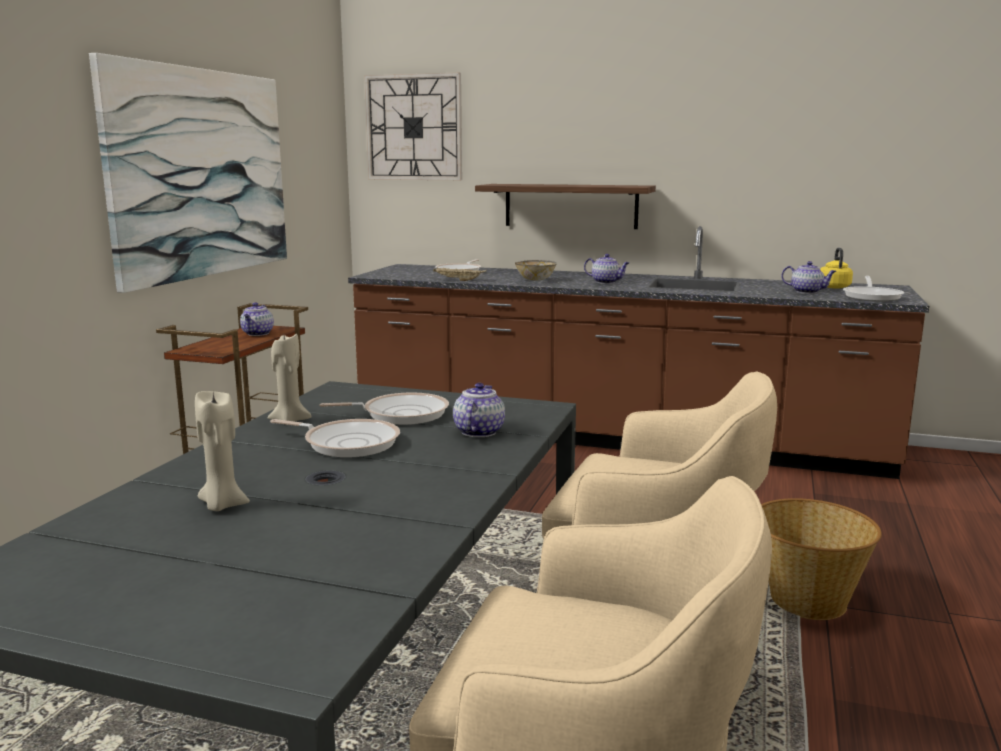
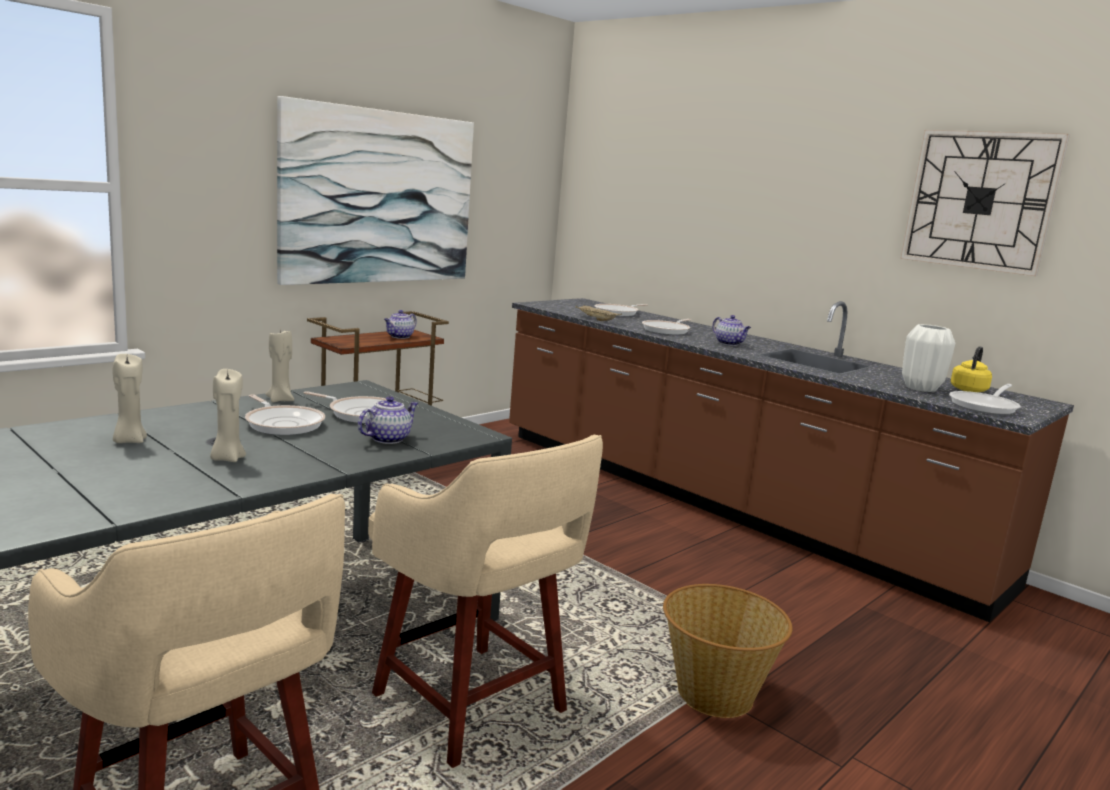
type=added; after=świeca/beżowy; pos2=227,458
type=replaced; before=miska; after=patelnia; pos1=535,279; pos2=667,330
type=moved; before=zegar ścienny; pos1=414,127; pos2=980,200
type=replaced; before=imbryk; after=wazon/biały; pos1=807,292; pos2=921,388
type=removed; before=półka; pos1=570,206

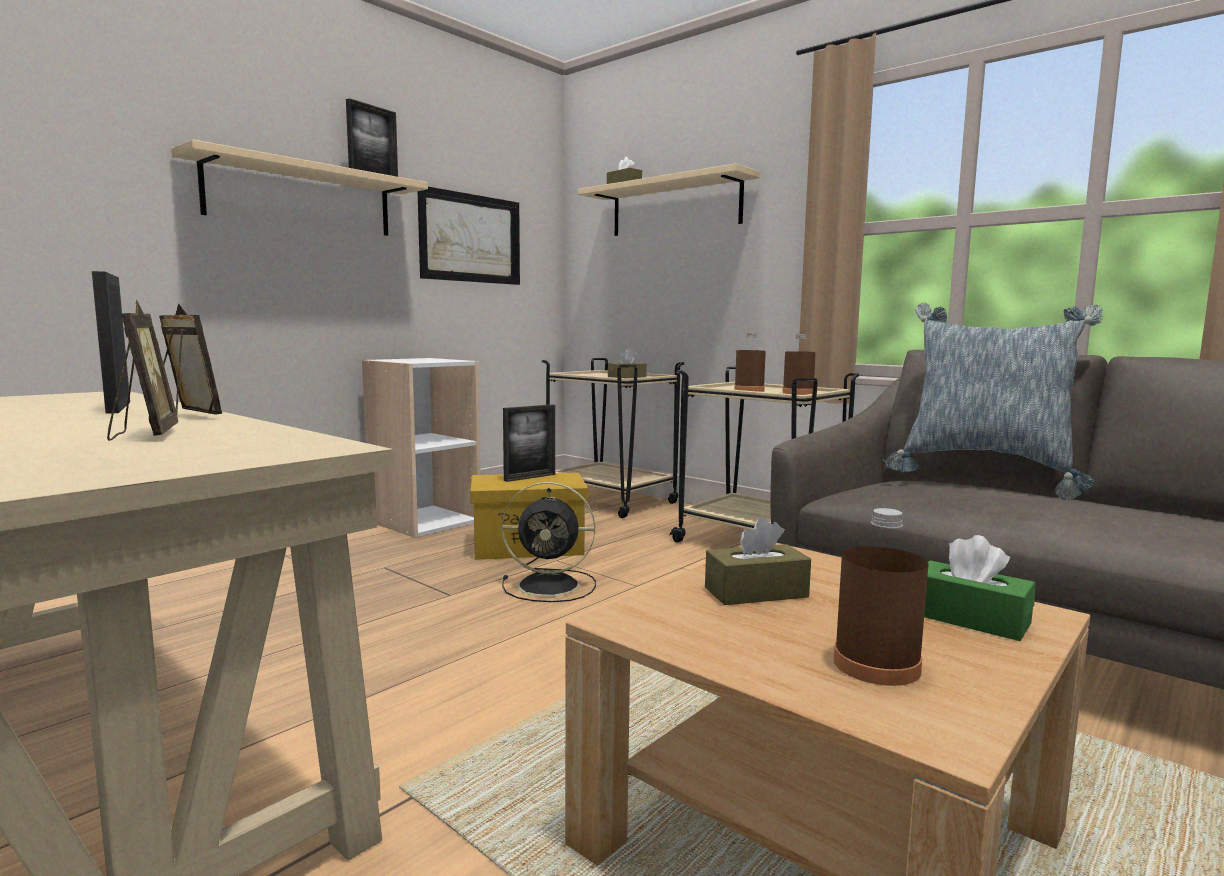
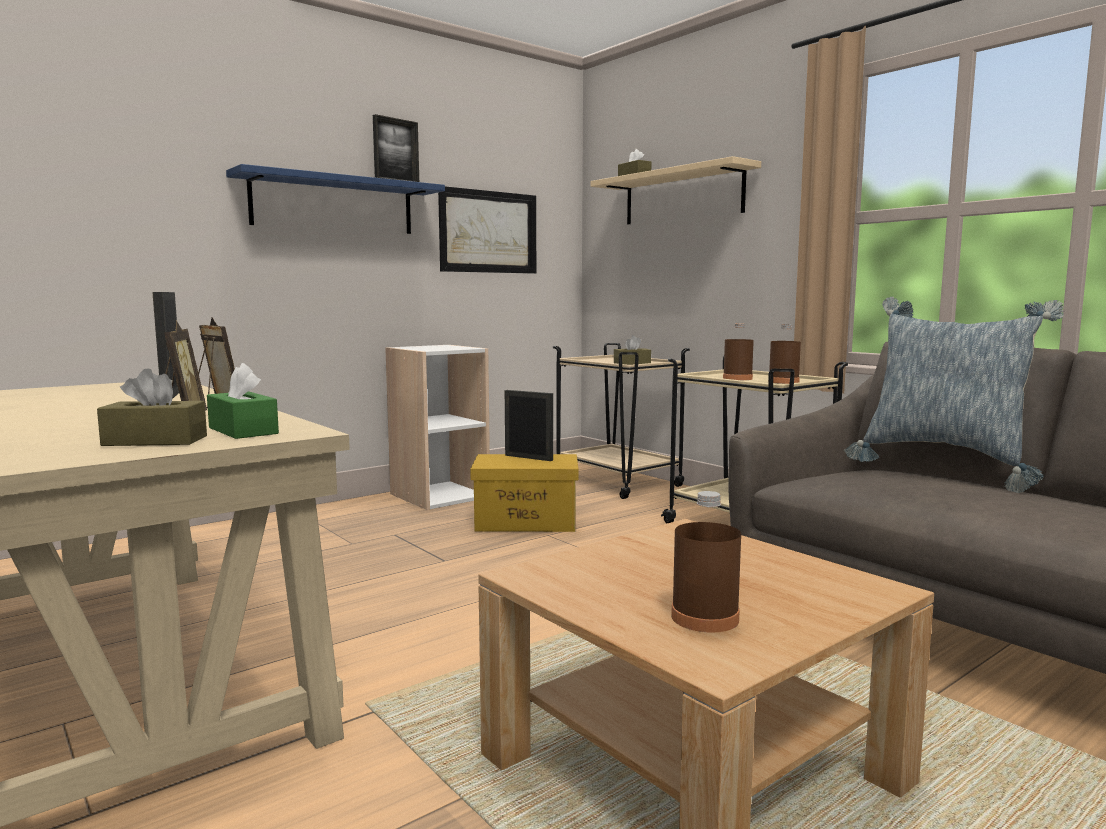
type=moved; before=pudełko chusteczek/brązowy; pos1=756,592; pos2=155,441
type=moved; before=pudełko chusteczek/zielony; pos1=969,619; pos2=243,431
type=recoloured; before=półka/beżowy; after=półka/niebieski; pos1=301,198; pos2=334,205
type=turned; before=ramka na zdjęcie; pos1=530,477; pos2=528,457; turn=-120
type=removed; before=wentylator/czarny; pos1=551,585

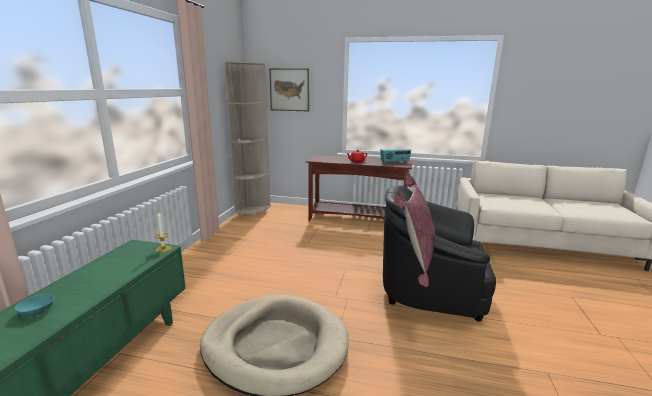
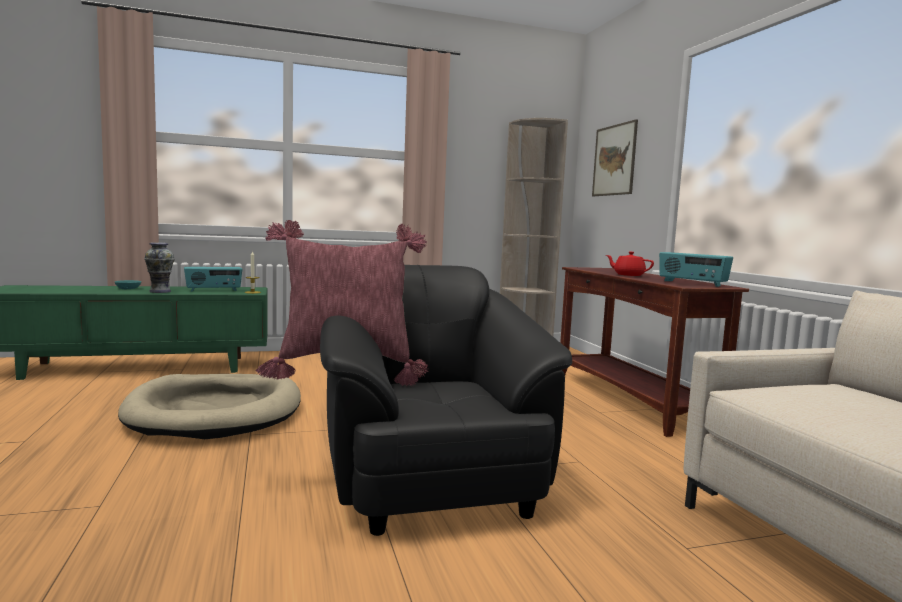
type=added; after=wazon; pos2=159,291
type=added; after=radio; pos2=213,290

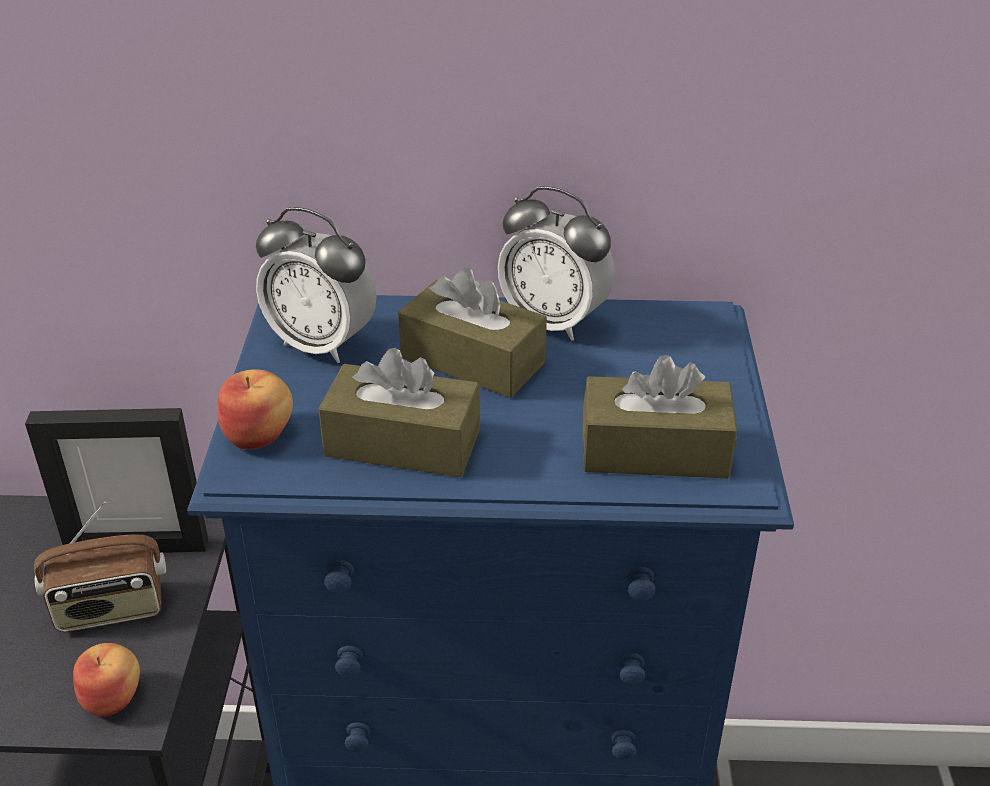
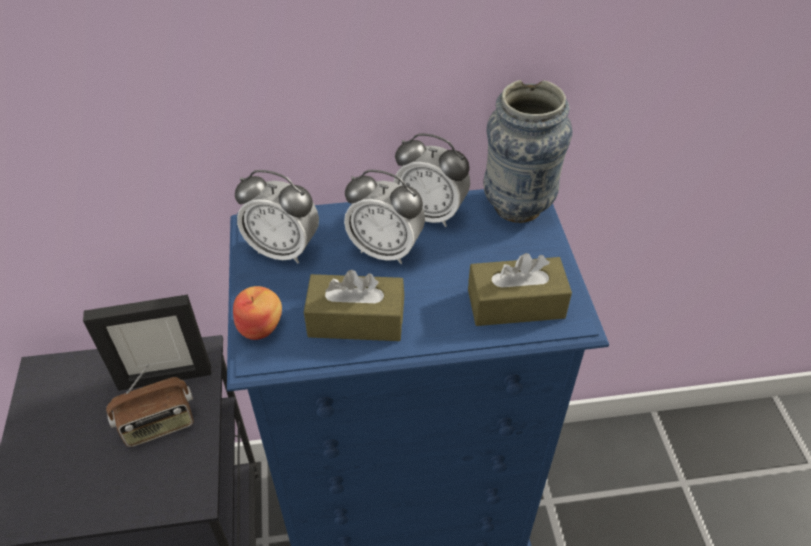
type=replaced; before=pudełko chusteczek/brązowy; after=budzik; pos1=472,360; pos2=385,250
type=added; after=wazon; pos2=517,206
type=removed; before=jabłko; pos1=113,698

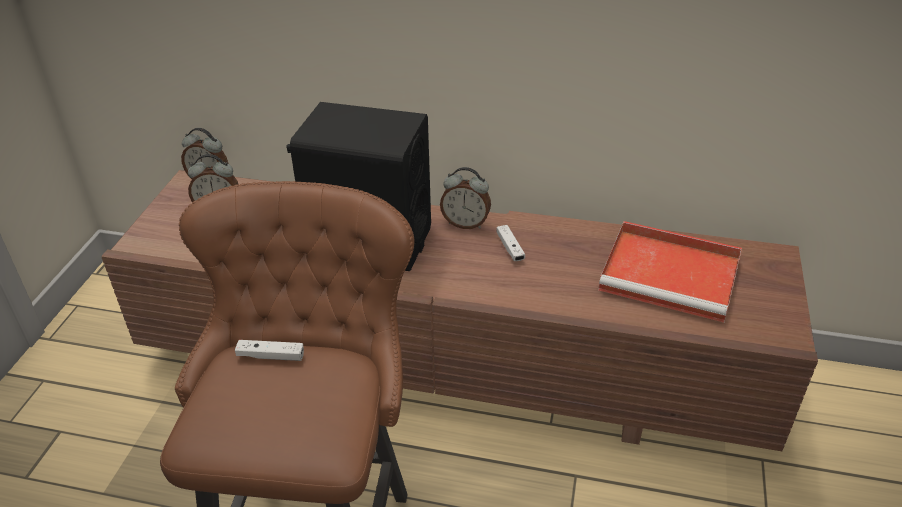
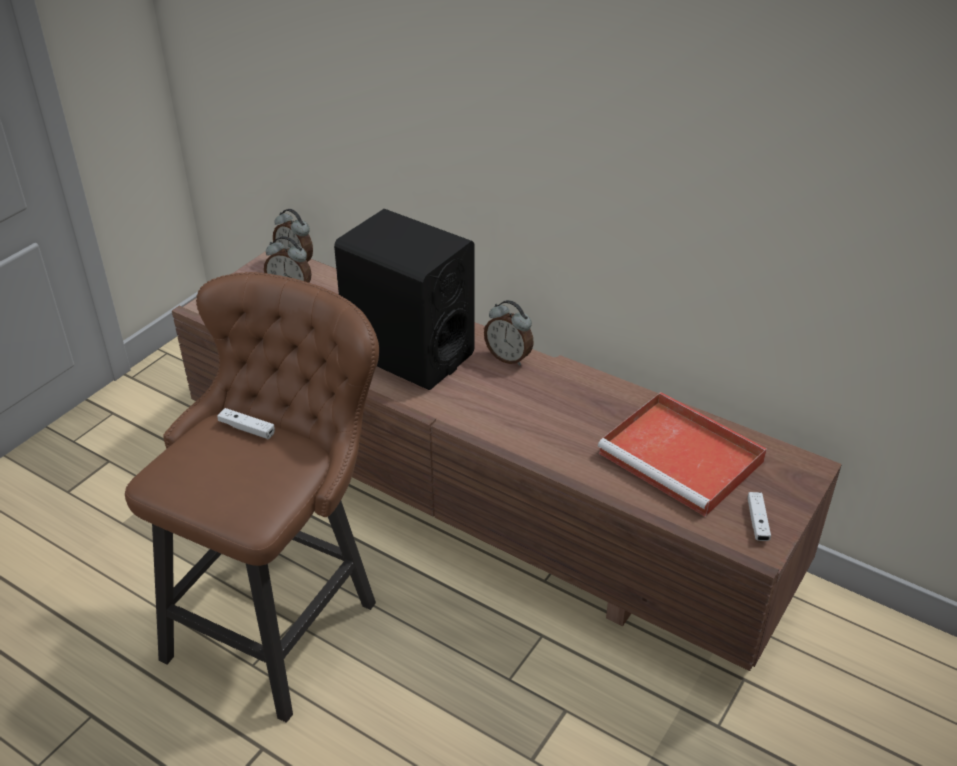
type=moved; before=pad do gier/biały; pos1=510,248; pos2=757,522

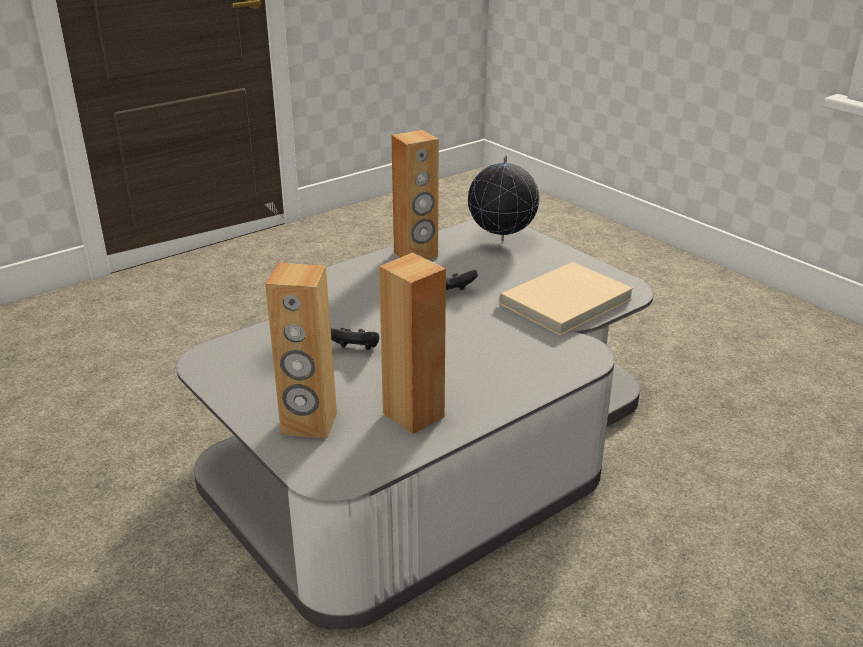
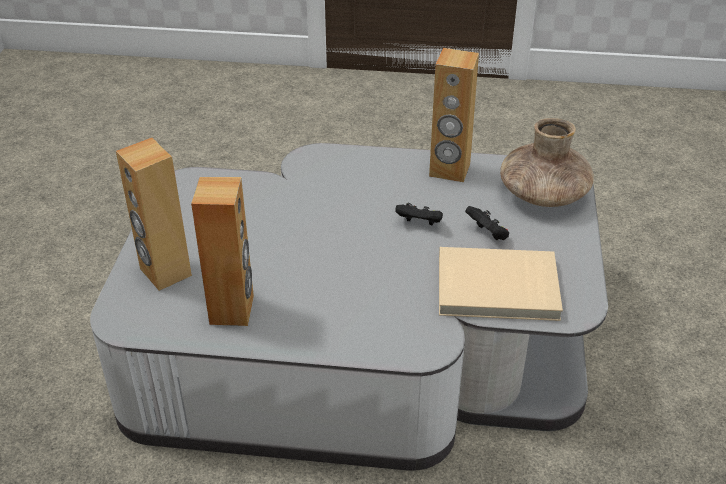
type=moved; before=pad do gier/czarny; pos1=355,349; pos2=487,234
type=replaced; before=globus; after=wazon/brązowy; pos1=501,241; pos2=543,194

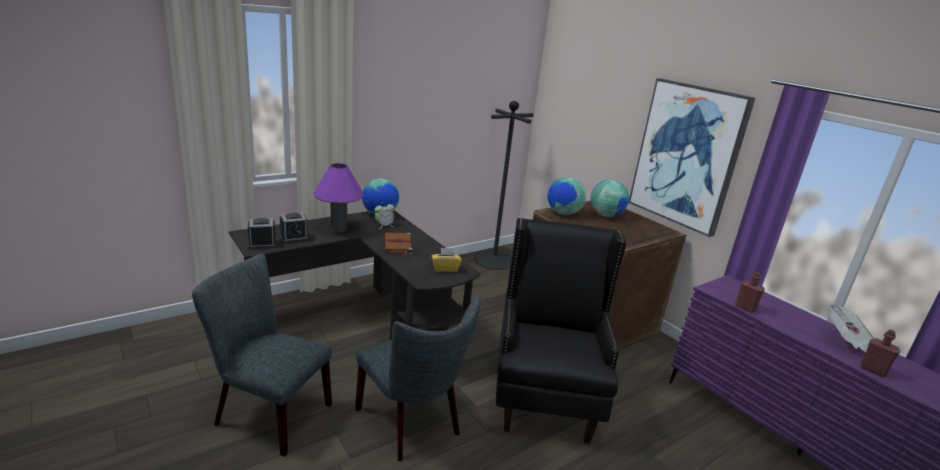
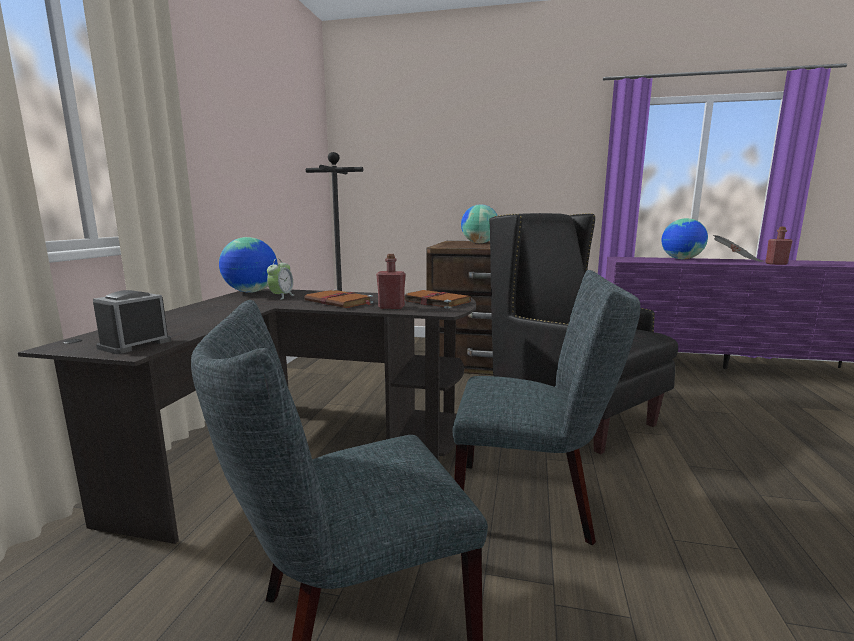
type=moved; before=butelka/czerwony; pos1=745,308; pos2=391,307
type=replaced; before=pudełko chusteczek/żółty; after=książka/brązowy; pos1=445,268; pos2=434,301
type=moved; before=globus; pos1=563,213; pos2=681,259
type=removed; before=budzik; pos1=294,238
type=removed; before=lampa stołowa/fioletowy; pos1=338,229
type=removed; before=obraz; pos1=687,155

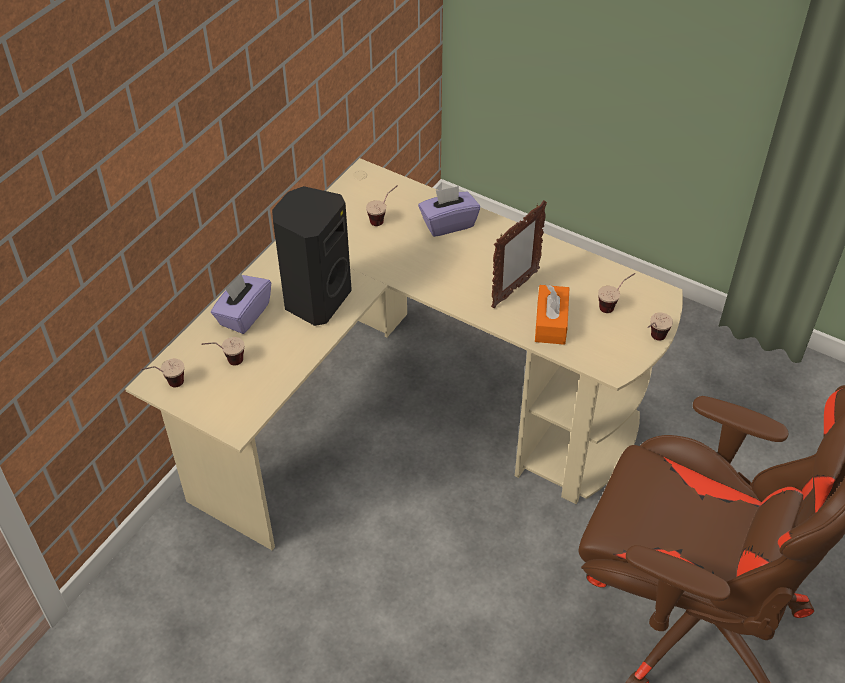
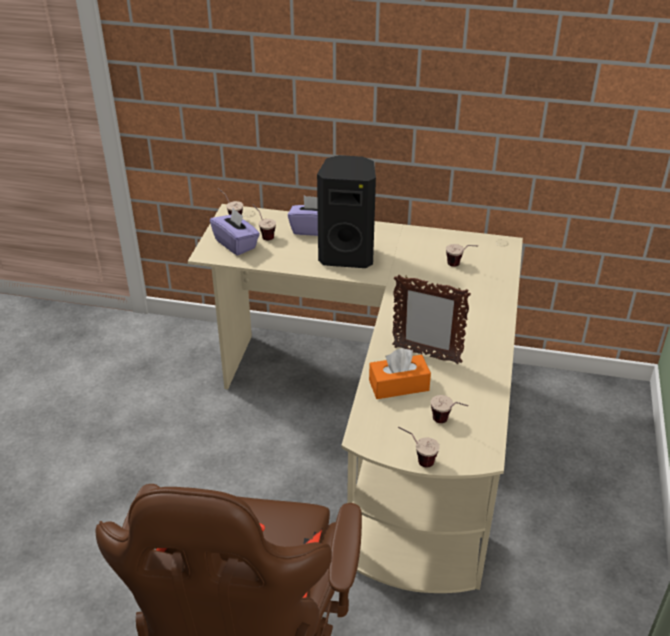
type=moved; before=pudełko chusteczek/fioletowy; pos1=448,223; pos2=236,244

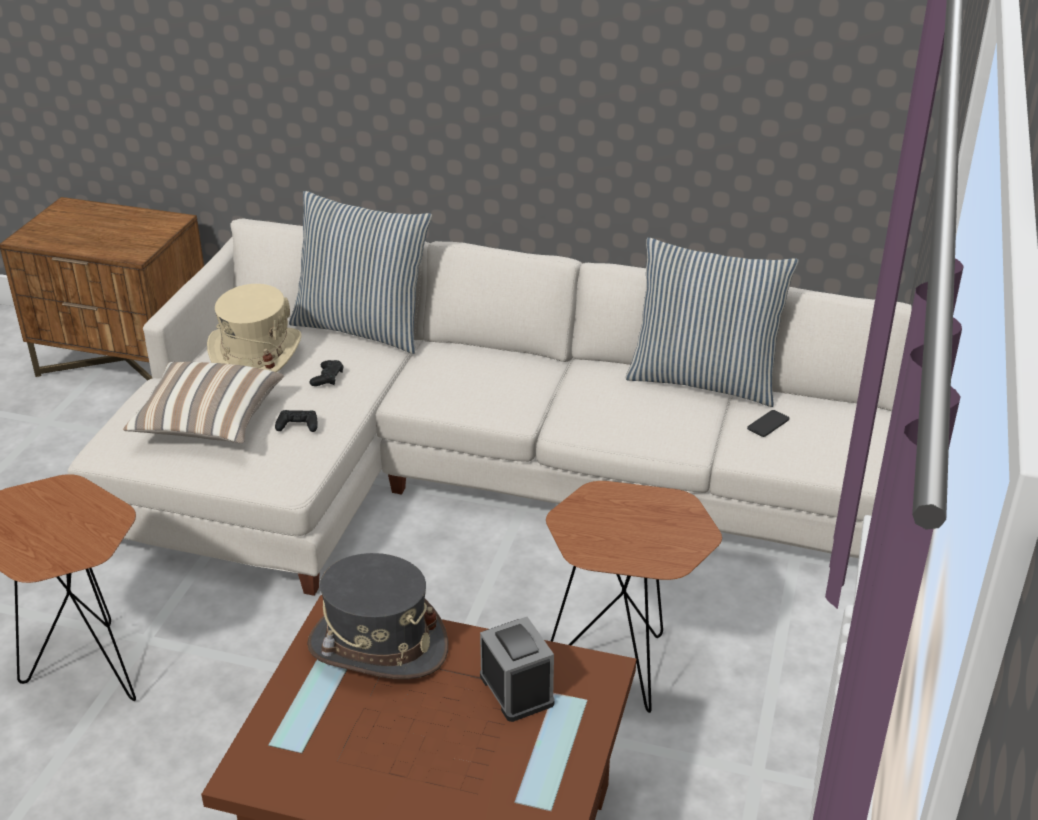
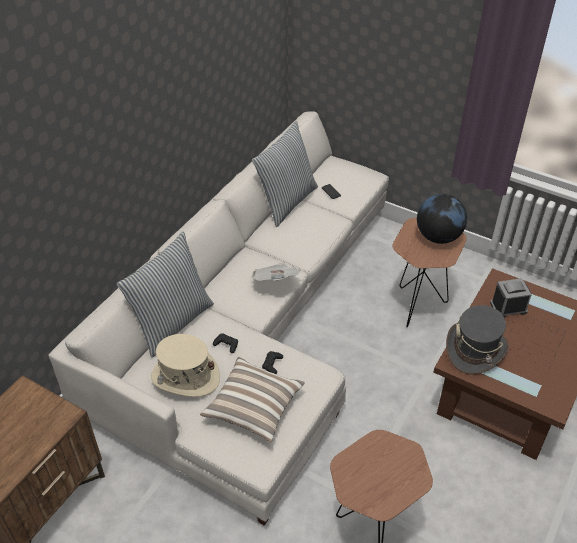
type=added; after=gazeta; pos2=276,281
type=added; after=globus; pos2=438,237

